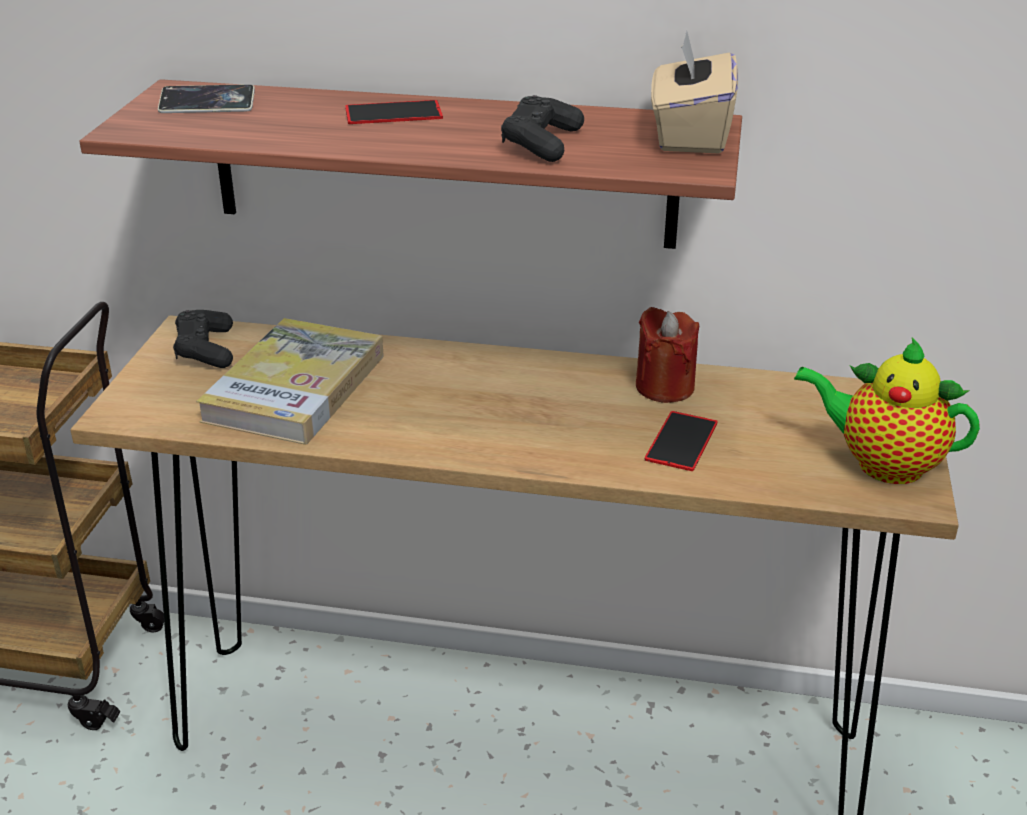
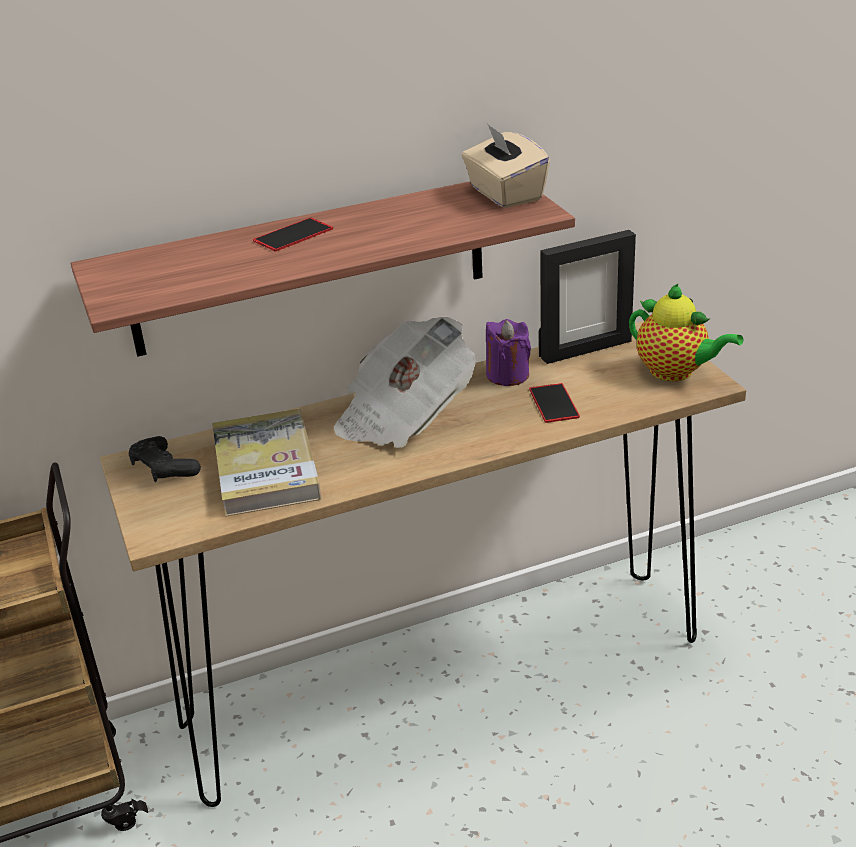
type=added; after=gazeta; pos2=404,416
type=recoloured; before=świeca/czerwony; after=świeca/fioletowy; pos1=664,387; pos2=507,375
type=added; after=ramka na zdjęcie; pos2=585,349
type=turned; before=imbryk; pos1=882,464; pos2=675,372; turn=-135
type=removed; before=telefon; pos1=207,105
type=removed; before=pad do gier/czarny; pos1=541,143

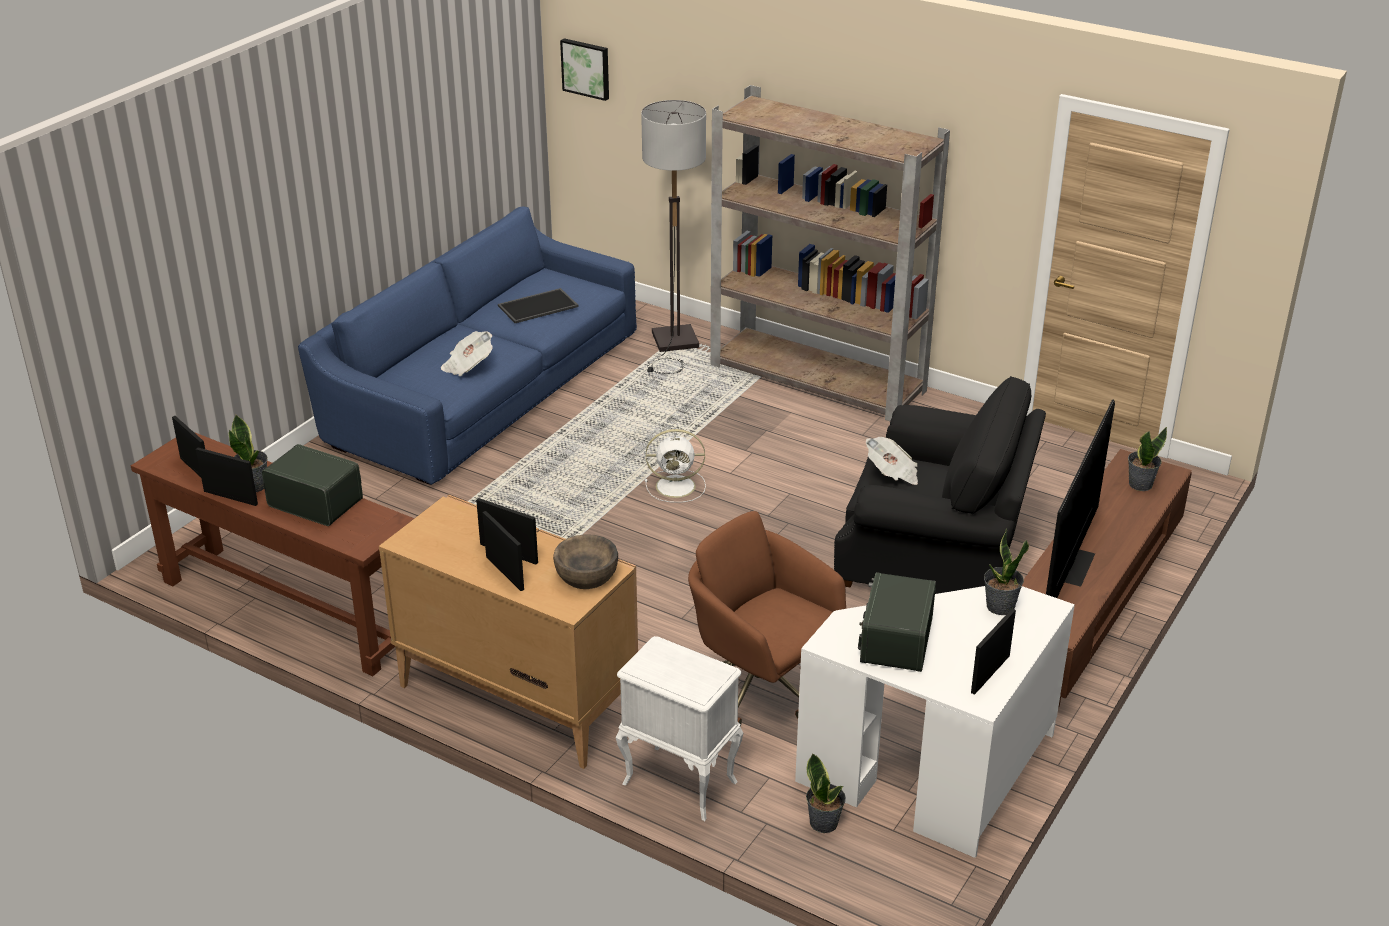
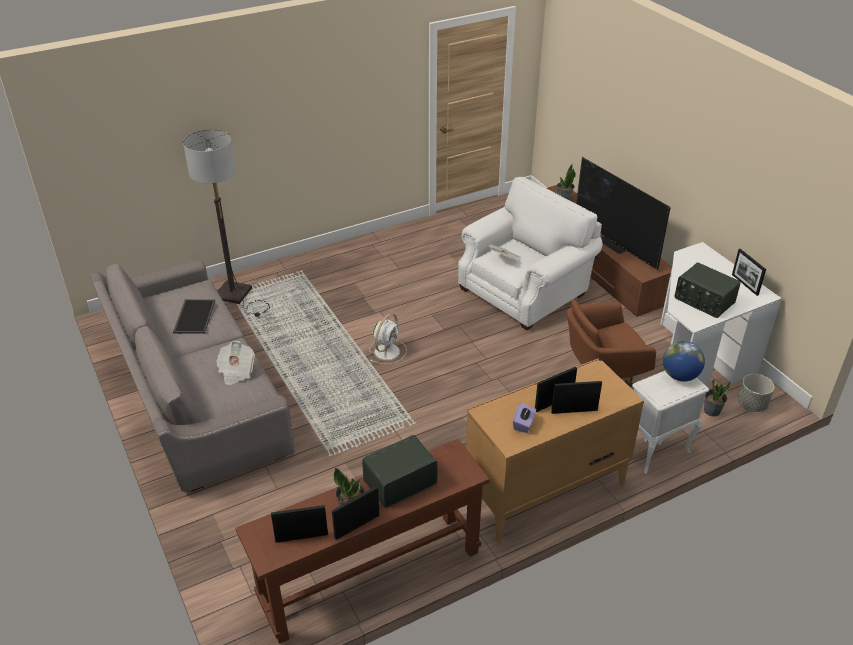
type=recoloured; before=kanapa/niebieski; after=kanapa/szary; pos1=485,387; pos2=195,391
type=recoloured; before=fotel/czarny; after=fotel/biały; pos1=934,555; pos2=525,290
type=added; after=pudełko chusteczek/fioletowy; pos2=523,424
type=added; after=globus; pos2=680,376
type=added; after=donica/szary; pos2=752,405
type=removed; before=miska/brązowy; pos1=586,575
type=removed; before=obraz; pos1=586,68
type=removed; before=regał/brązowy; pos1=817,378
type=removed; before=roślina doniczkowa; pos1=1000,606

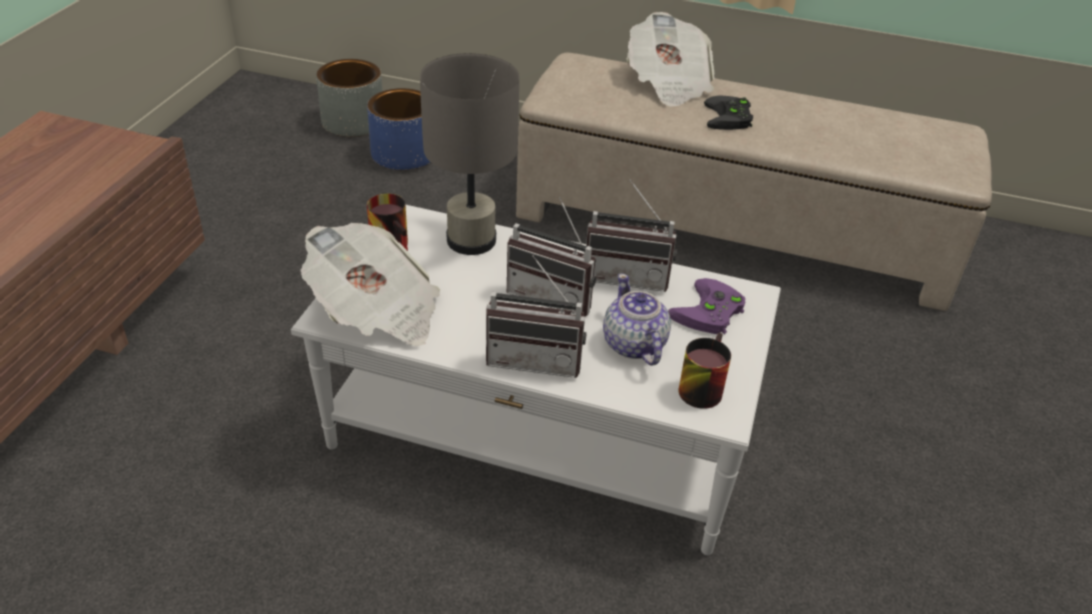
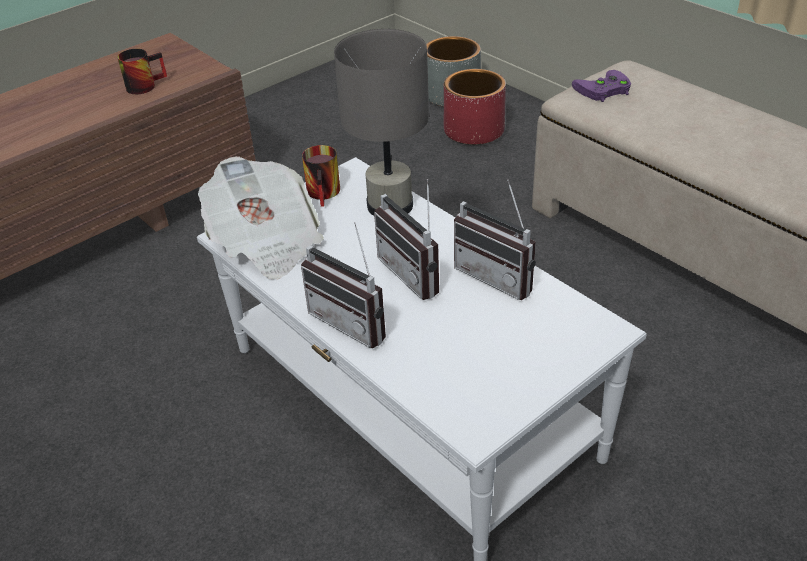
type=moved; before=kubek; pos1=699,385; pos2=144,84
type=recoloured; before=donica/niebieski; after=donica/czerwony; pos1=403,155; pos2=473,131
type=moved; before=pad do gier/fioletowy; pos1=709,313; pos2=602,90
type=removed; before=imbryk; pos1=633,345
type=removed; before=gazeta; pos1=668,83
type=removed; before=pad do gier/czarny; pos1=730,118

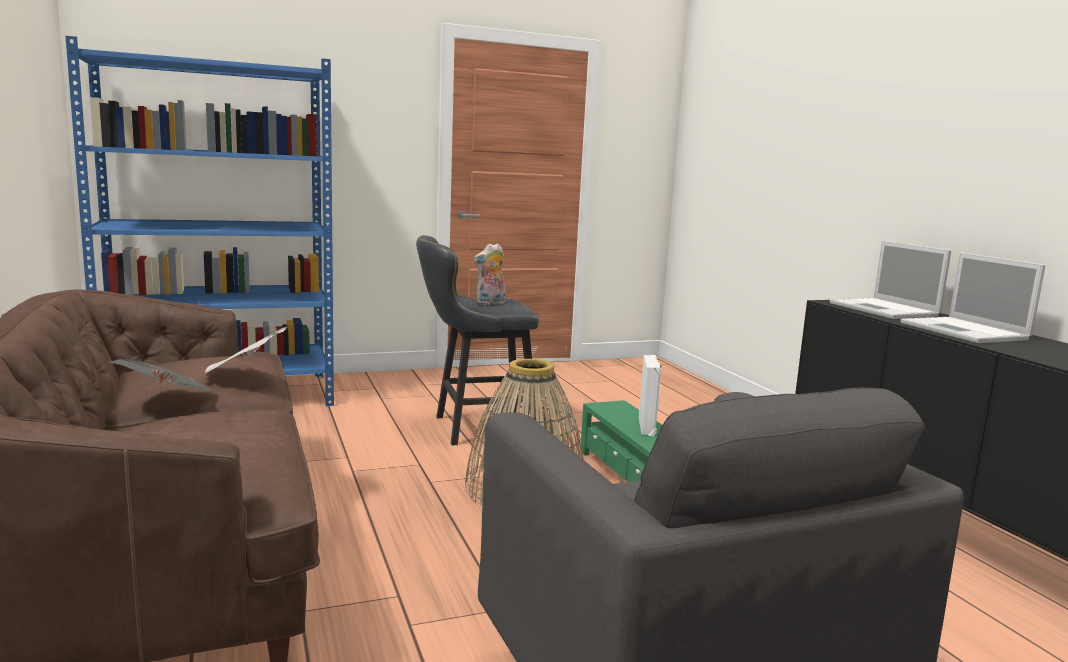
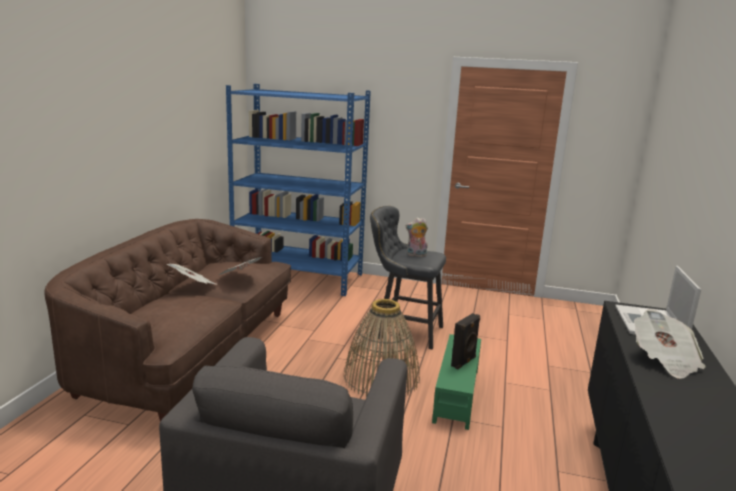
type=recoloured; before=głośnik/biały; after=głośnik/czarny; pos1=648,427; pos2=464,362
type=replaced; before=laptop; after=gazeta; pos1=965,331; pos2=665,360

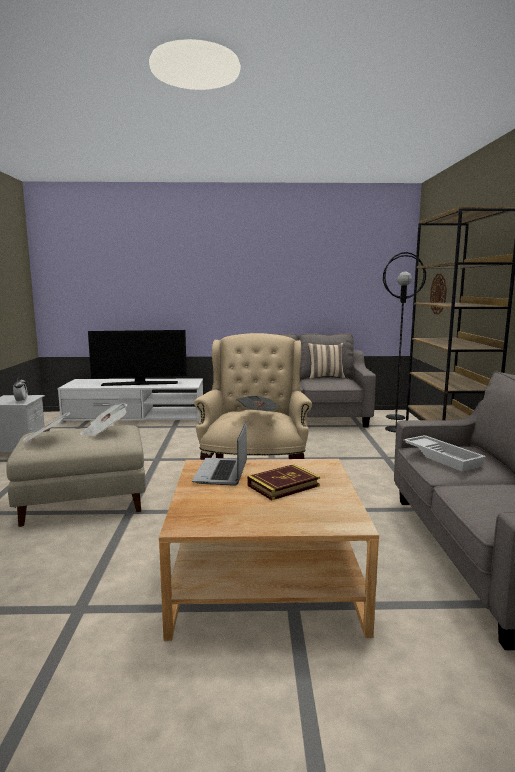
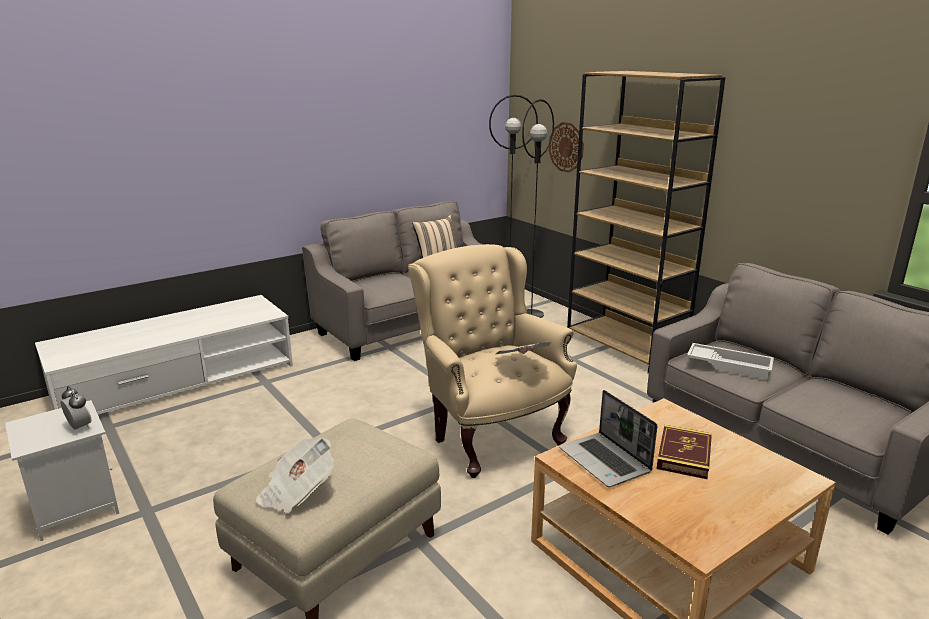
type=removed; before=gazeta; pos1=104,432
type=removed; before=telewizor; pos1=140,384

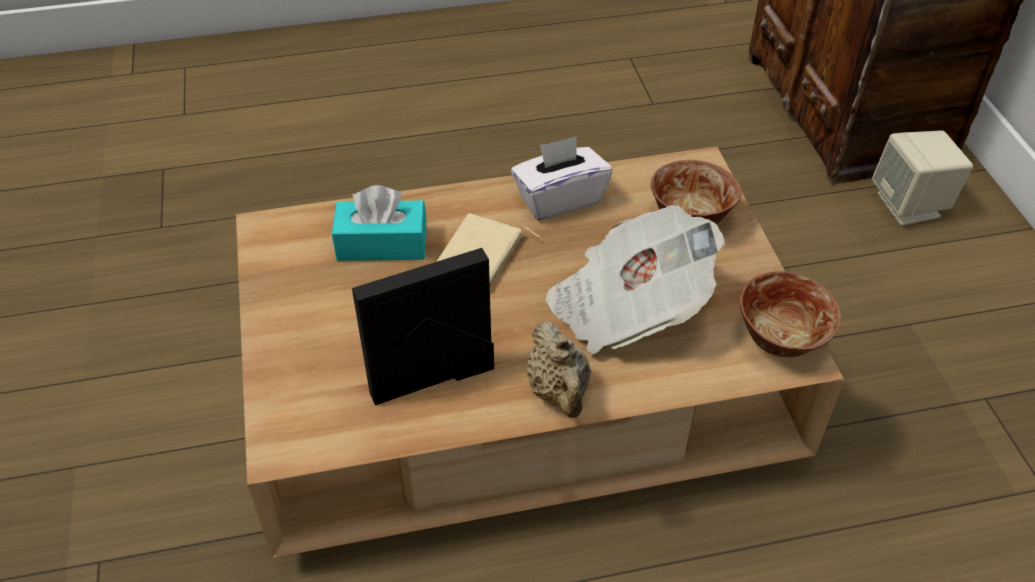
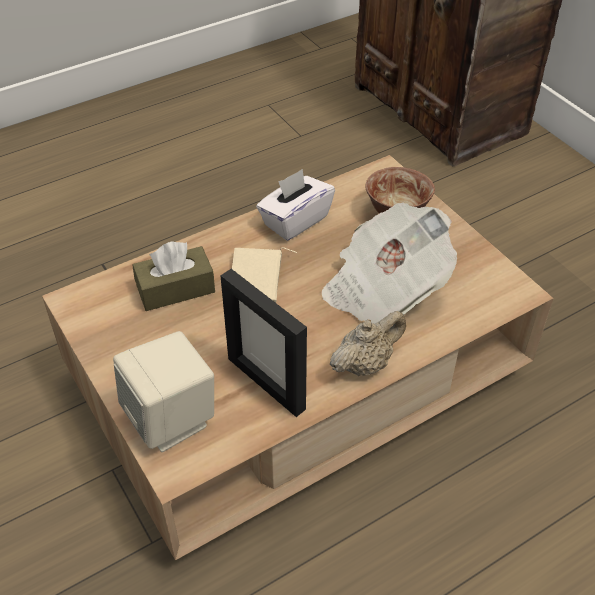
type=moved; before=głośnik/beżowy; pos1=909,206; pos2=171,419
type=recoloured; before=pudełko chusteczek/turkusowy; after=pudełko chusteczek/brązowy; pos1=382,244; pos2=175,289
type=turned; before=ramka na zdjęcie; pos1=432,381; pos2=267,382; turn=-90
type=turned; before=imbryk/beżowy; pos1=559,392; pos2=365,363; turn=-90
type=removed; before=miska; pos1=780,340

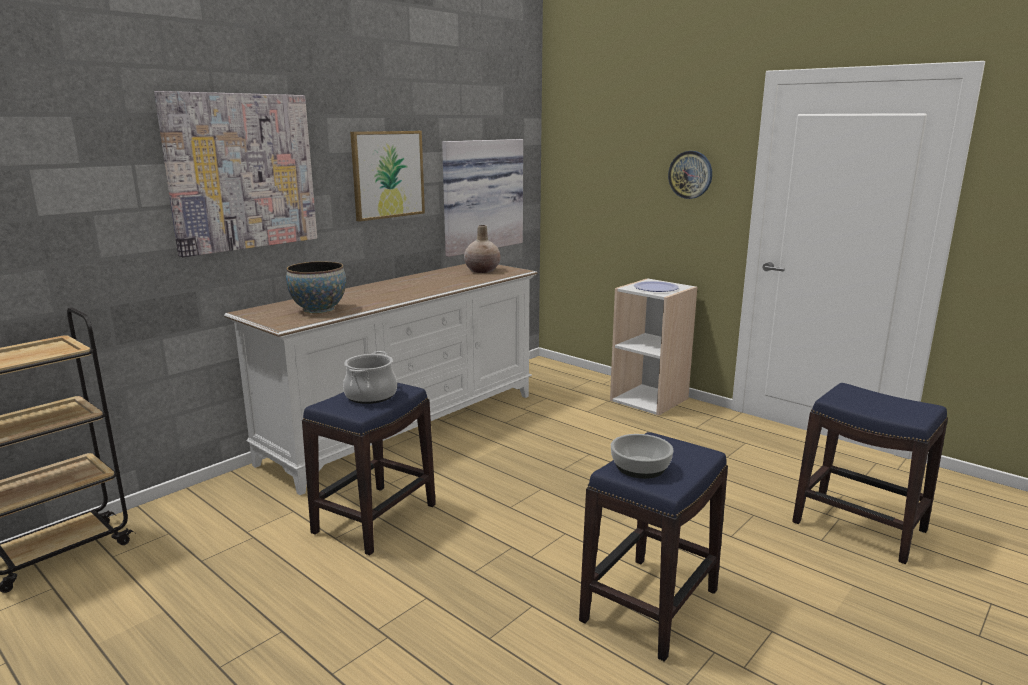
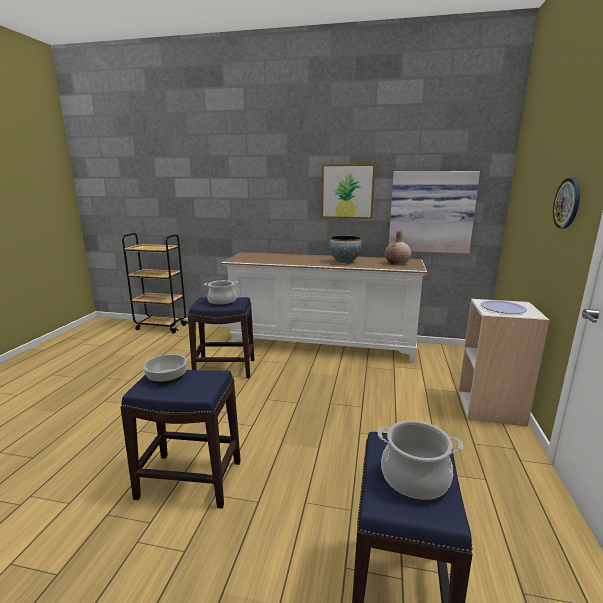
type=moved; before=miska; pos1=319,310; pos2=344,262
type=added; after=garnek; pos2=415,478
type=removed; before=obraz; pos1=241,172

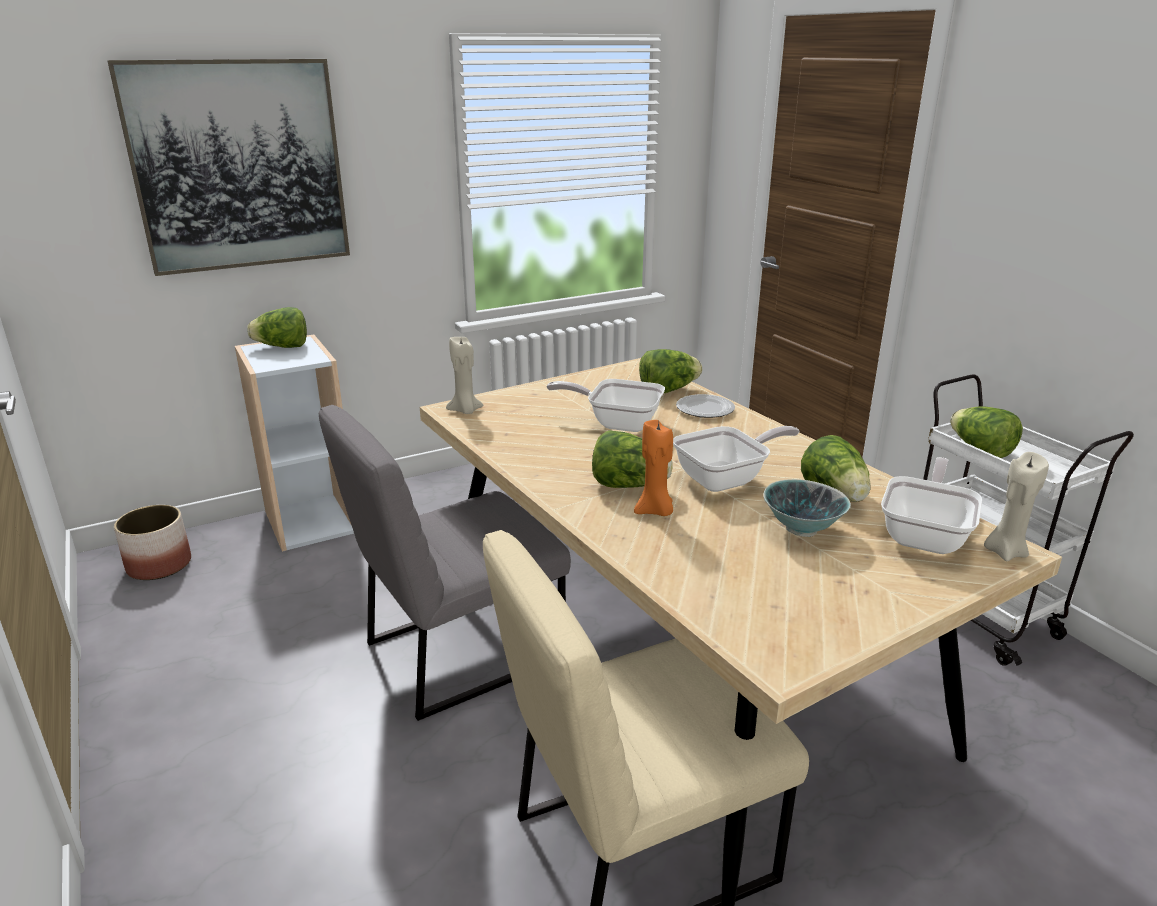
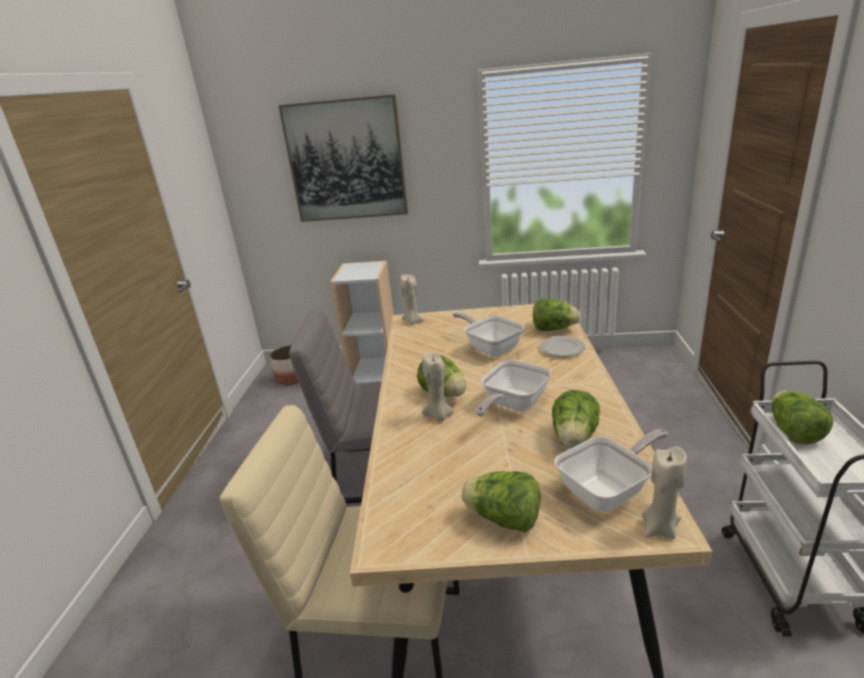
type=recoloured; before=świeca/pomarańczowy; after=świeca/beżowy; pos1=655,511; pos2=438,416
type=moved; before=sałata; pos1=282,347; pos2=504,519
type=turned; before=patelnia; pos1=727,479; pos2=512,405; turn=120
type=removed; before=miska; pos1=801,530

